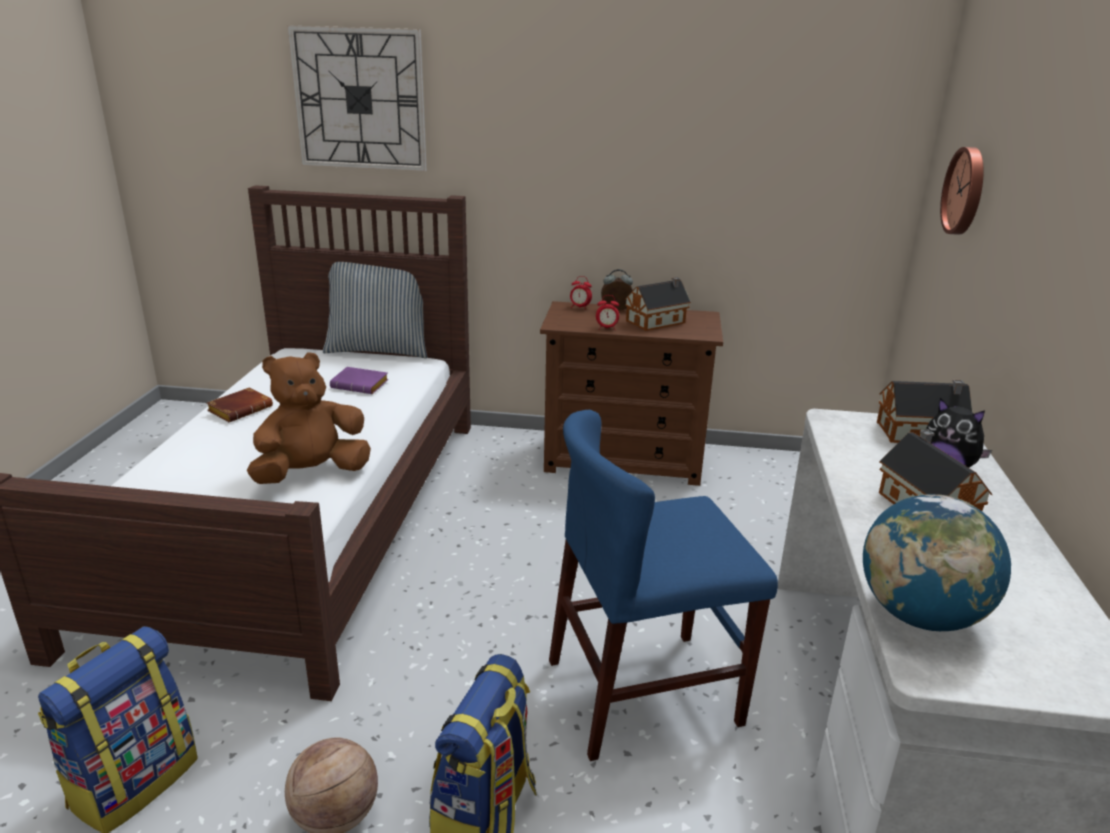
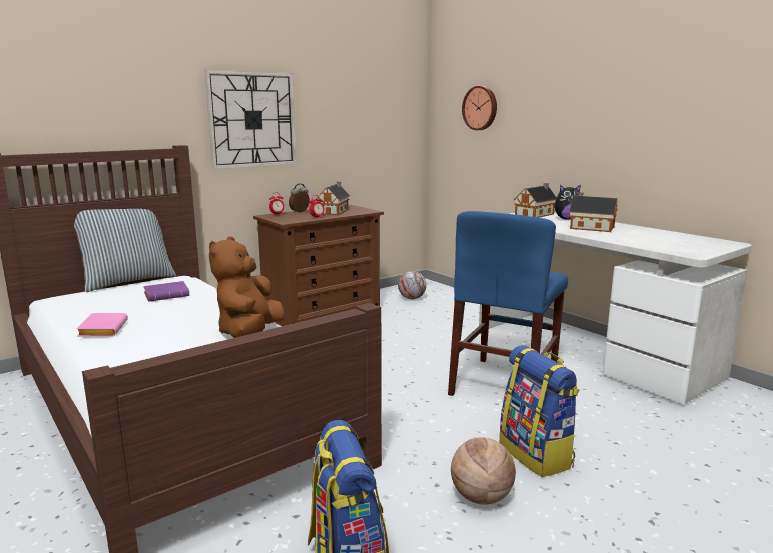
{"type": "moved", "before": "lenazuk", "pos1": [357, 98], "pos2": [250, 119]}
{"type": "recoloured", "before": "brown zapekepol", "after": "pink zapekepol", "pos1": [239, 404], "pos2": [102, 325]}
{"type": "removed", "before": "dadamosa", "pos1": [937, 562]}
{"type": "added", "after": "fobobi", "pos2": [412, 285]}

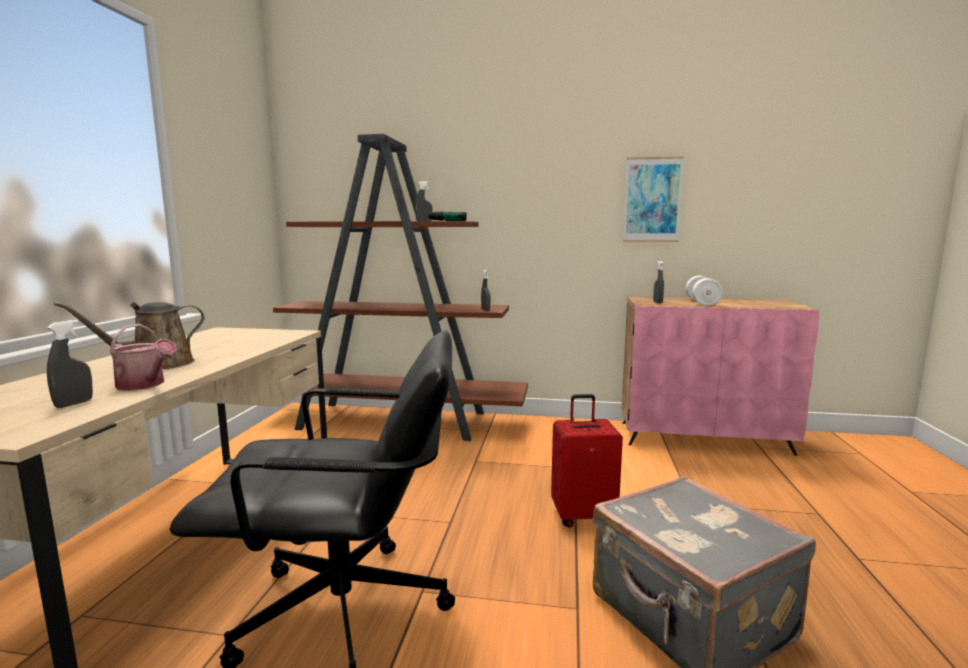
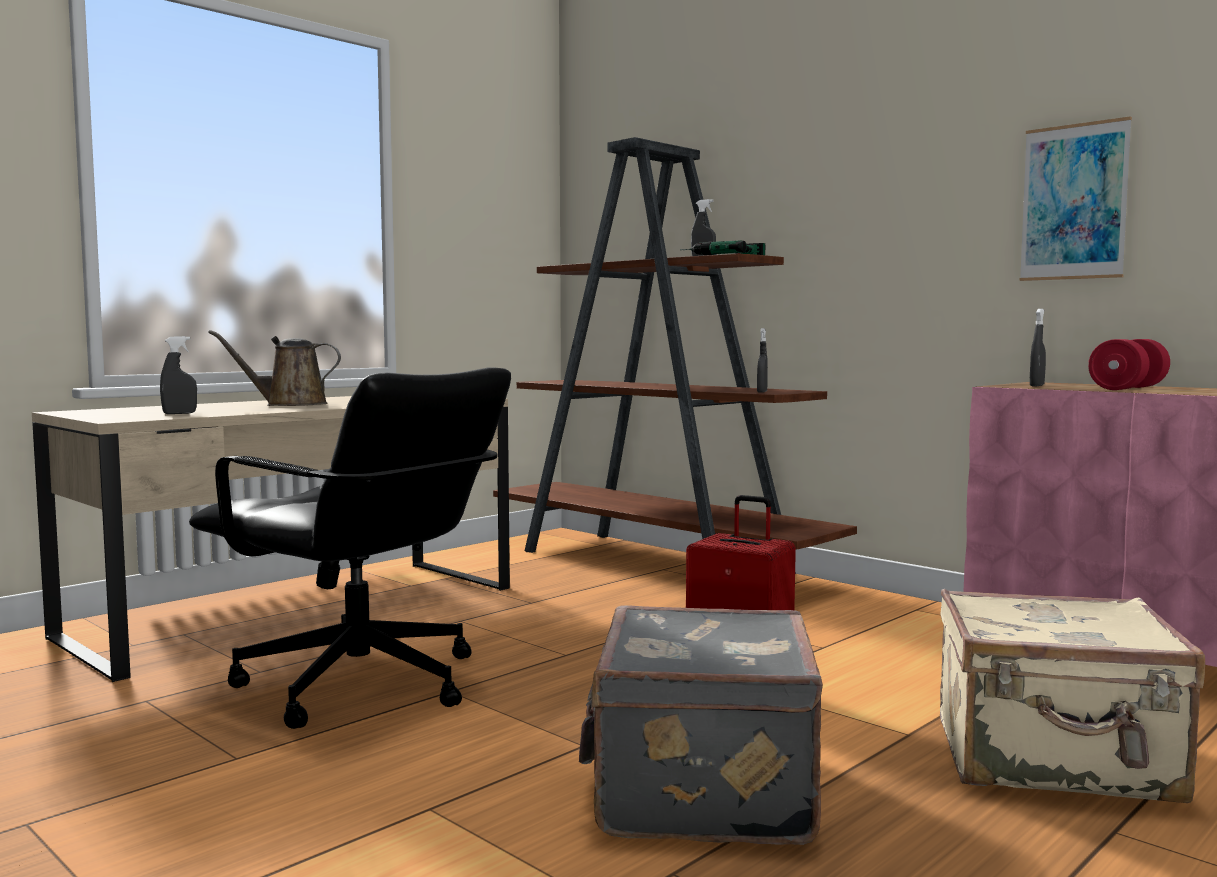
{"type": "recoloured", "before": "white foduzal", "after": "red foduzal", "pos1": [704, 291], "pos2": [1129, 364]}
{"type": "removed", "before": "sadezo", "pos1": [143, 357]}
{"type": "added", "after": "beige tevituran", "pos2": [1072, 696]}

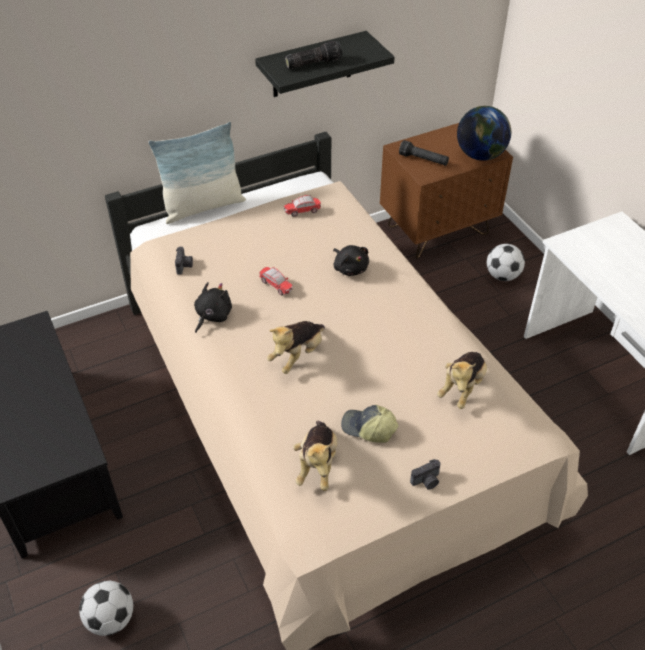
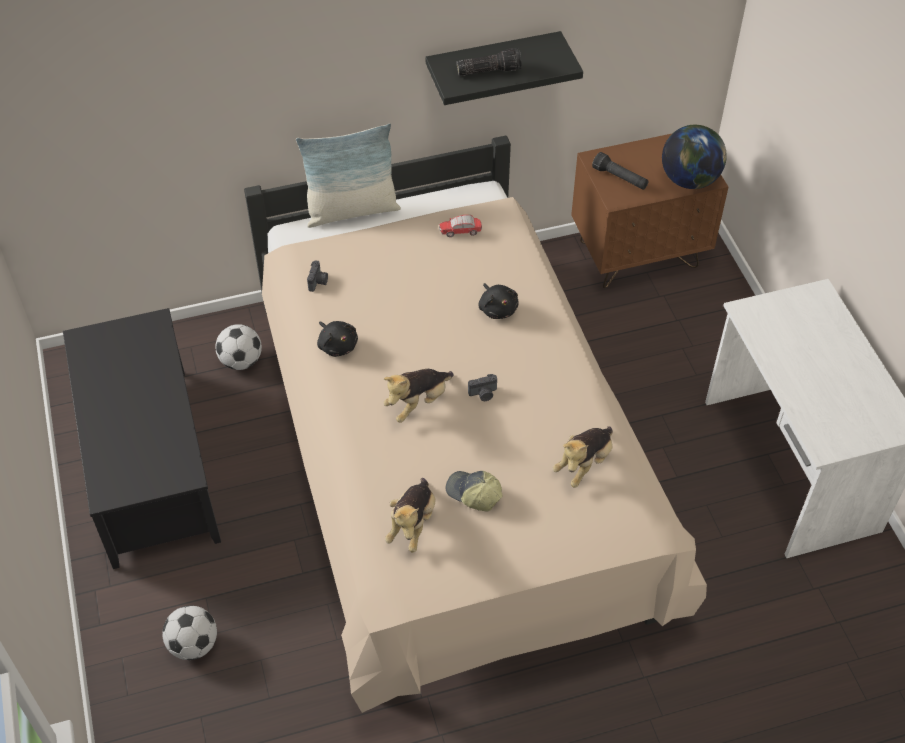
{"type": "moved", "before": "fobobi", "pos1": [506, 262], "pos2": [238, 347]}
{"type": "removed", "before": "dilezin", "pos1": [276, 281]}
{"type": "turned", "before": "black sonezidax", "pos1": [213, 307], "pos2": [337, 339], "turn": 105}
{"type": "moved", "before": "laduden", "pos1": [425, 474], "pos2": [482, 387]}

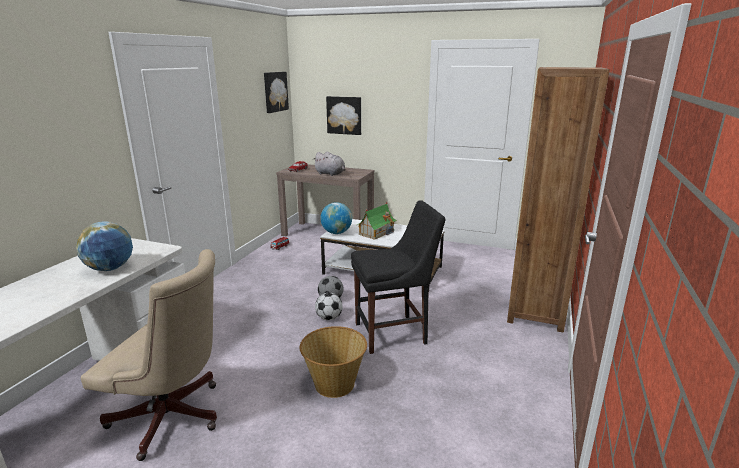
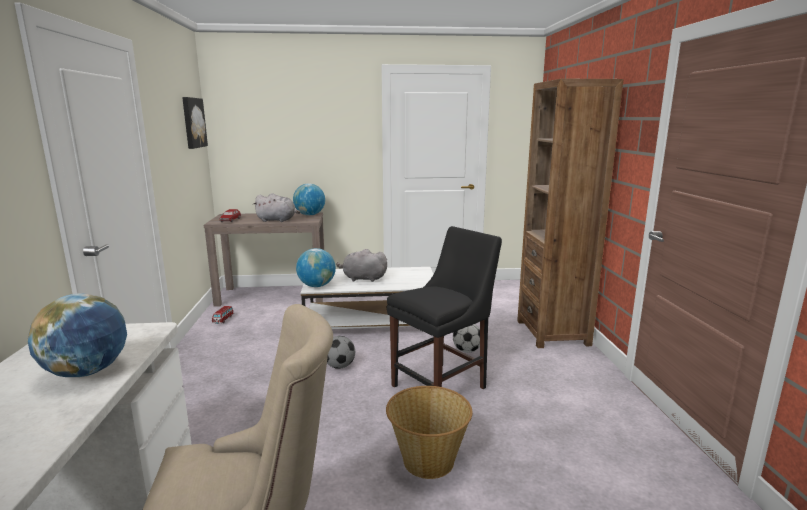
{"type": "removed", "before": "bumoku", "pos1": [343, 115]}
{"type": "replaced", "before": "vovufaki", "after": "grey sonezidax", "pos1": [377, 221], "pos2": [361, 265]}
{"type": "moved", "before": "fobobi", "pos1": [329, 306], "pos2": [466, 338]}
{"type": "added", "after": "dadamosa", "pos2": [309, 199]}

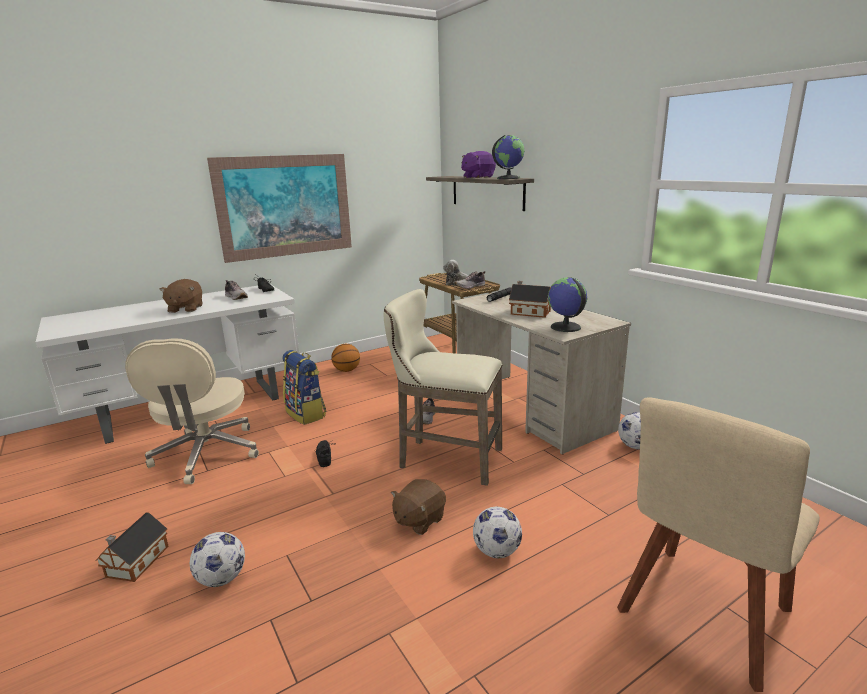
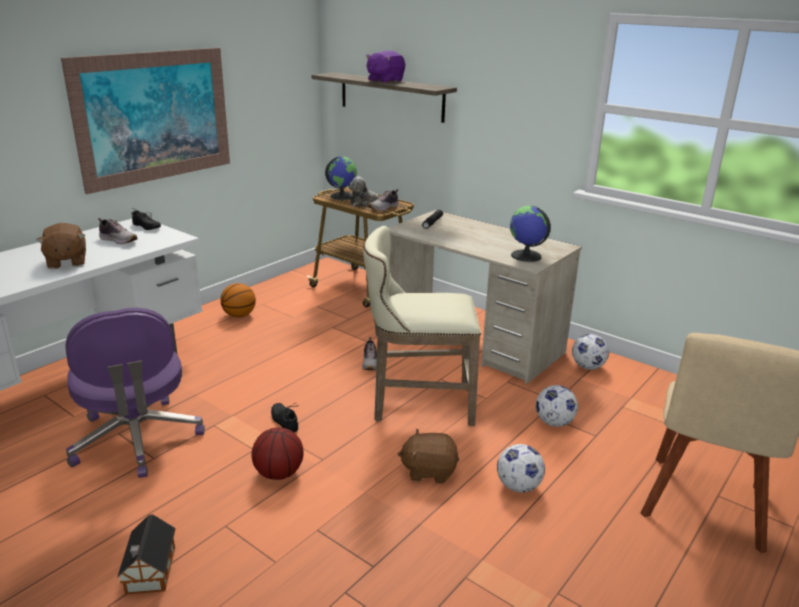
{"type": "moved", "before": "dadamosa", "pos1": [508, 157], "pos2": [341, 178]}
{"type": "removed", "before": "vovufaki", "pos1": [530, 299]}
{"type": "recoloured", "before": "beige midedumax", "after": "purple midedumax", "pos1": [192, 411], "pos2": [135, 393]}
{"type": "removed", "before": "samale", "pos1": [304, 387]}
{"type": "turned", "before": "brown sonezidax", "pos1": [418, 507], "pos2": [428, 456], "turn": 75}
{"type": "moved", "before": "fobobi", "pos1": [217, 559], "pos2": [557, 406]}
{"type": "added", "after": "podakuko", "pos2": [278, 453]}

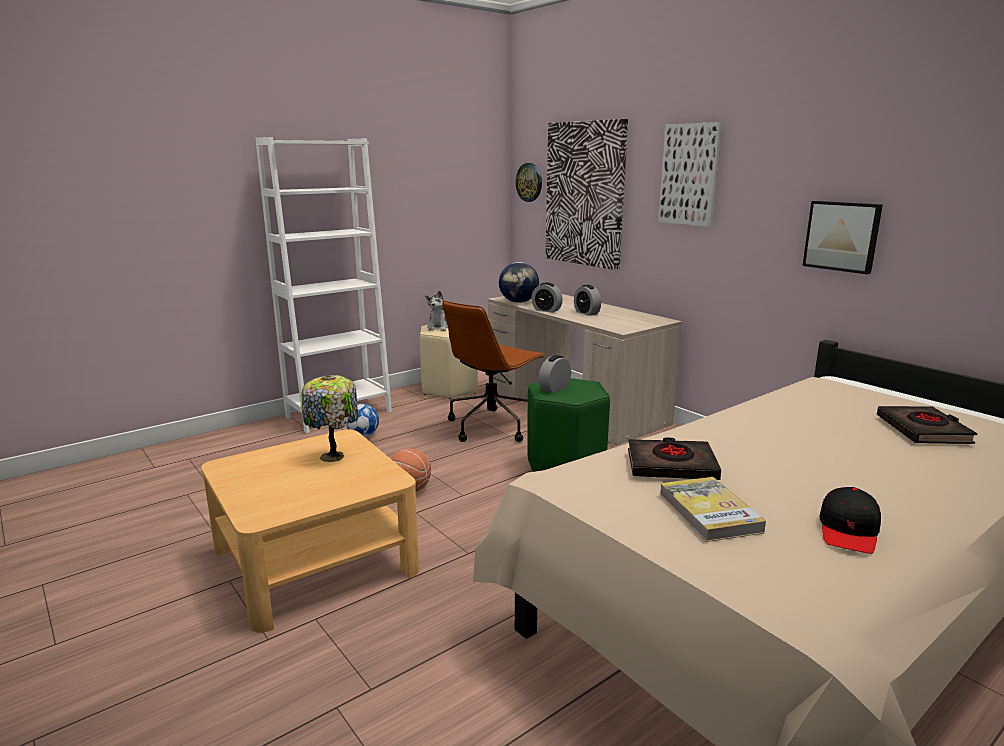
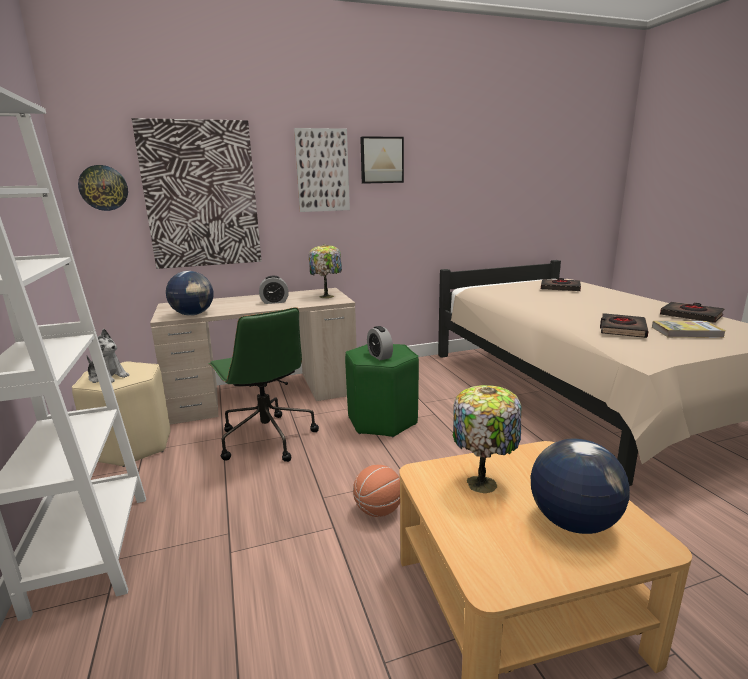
{"type": "moved", "before": "bumoku", "pos1": [842, 237], "pos2": [382, 160]}
{"type": "removed", "before": "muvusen", "pos1": [547, 297]}
{"type": "recoloured", "before": "brown midedumax", "after": "green midedumax", "pos1": [494, 371], "pos2": [264, 384]}
{"type": "removed", "before": "fobobi", "pos1": [362, 420]}
{"type": "replaced", "before": "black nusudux", "after": "black zapekepol", "pos1": [850, 520], "pos2": [692, 312]}
{"type": "added", "after": "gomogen", "pos2": [325, 271]}
{"type": "added", "after": "dadamosa", "pos2": [580, 486]}

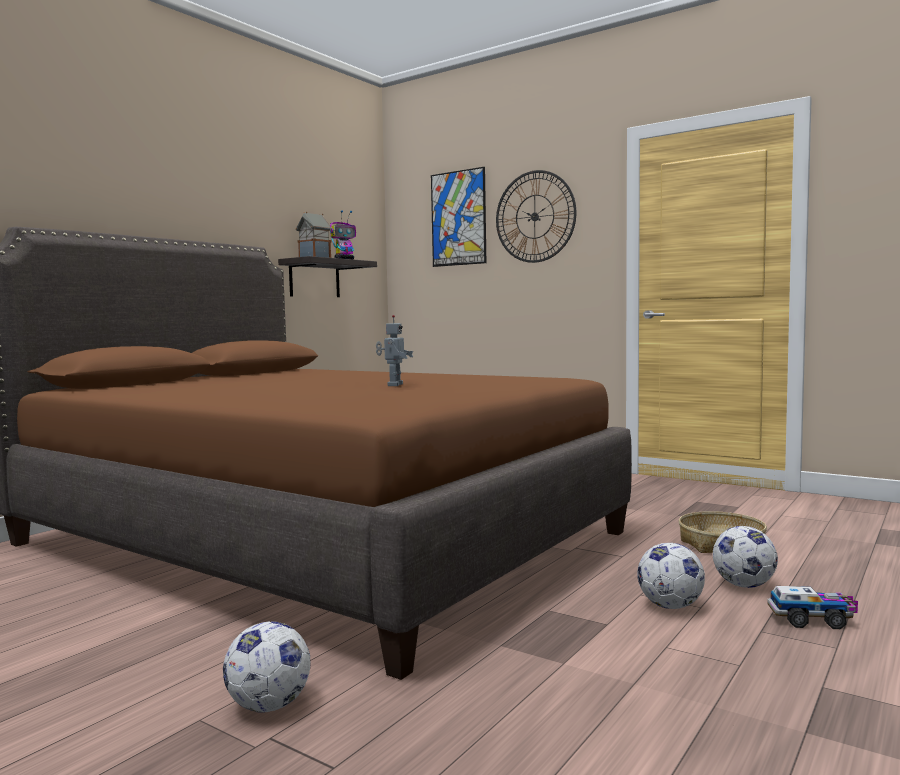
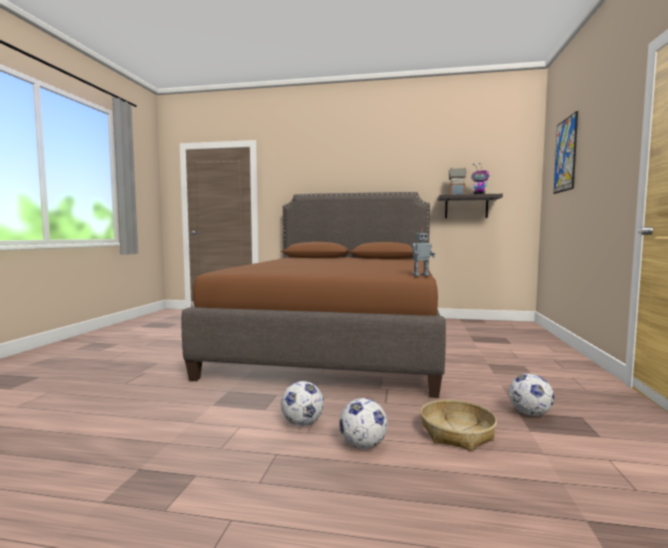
{"type": "removed", "before": "lenazuk", "pos1": [536, 216]}
{"type": "moved", "before": "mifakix", "pos1": [395, 350], "pos2": [423, 251]}
{"type": "removed", "before": "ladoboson", "pos1": [812, 607]}
{"type": "moved", "before": "fobobi", "pos1": [266, 666], "pos2": [531, 395]}

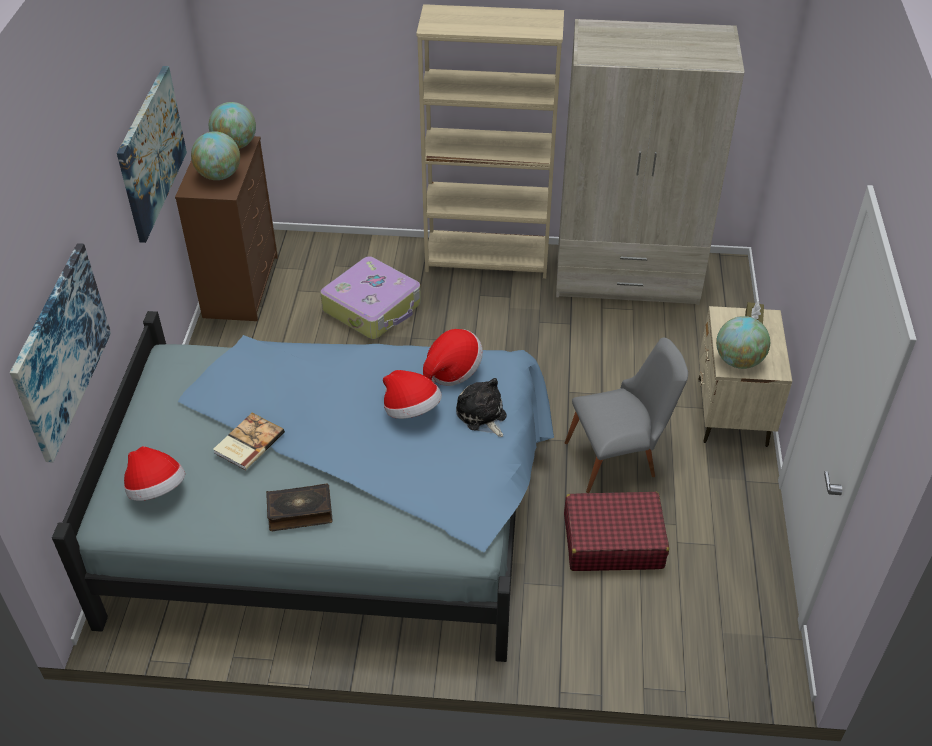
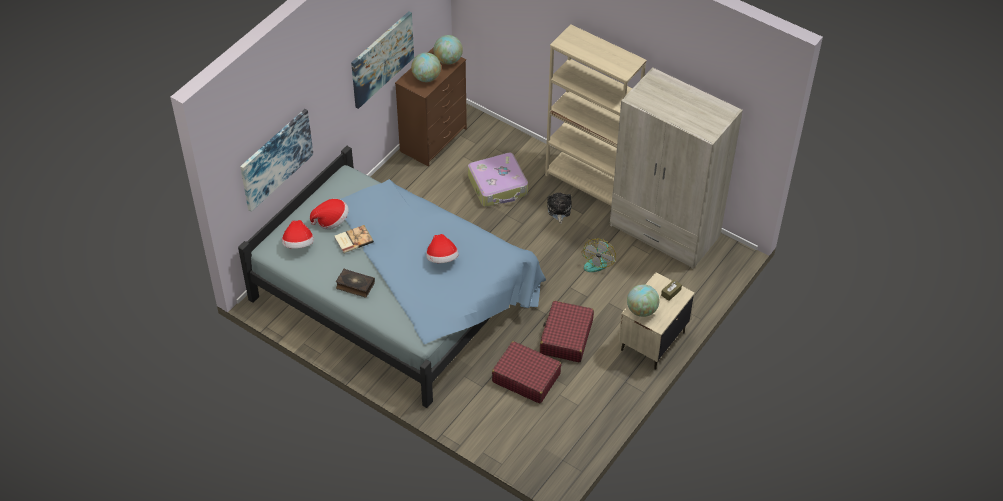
{"type": "moved", "before": "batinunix", "pos1": [453, 357], "pos2": [329, 214]}
{"type": "replaced", "before": "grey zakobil", "after": "red tevituran", "pos1": [626, 415], "pos2": [567, 331]}
{"type": "moved", "before": "sonezidax", "pos1": [481, 407], "pos2": [559, 208]}
{"type": "added", "after": "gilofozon", "pos2": [598, 255]}

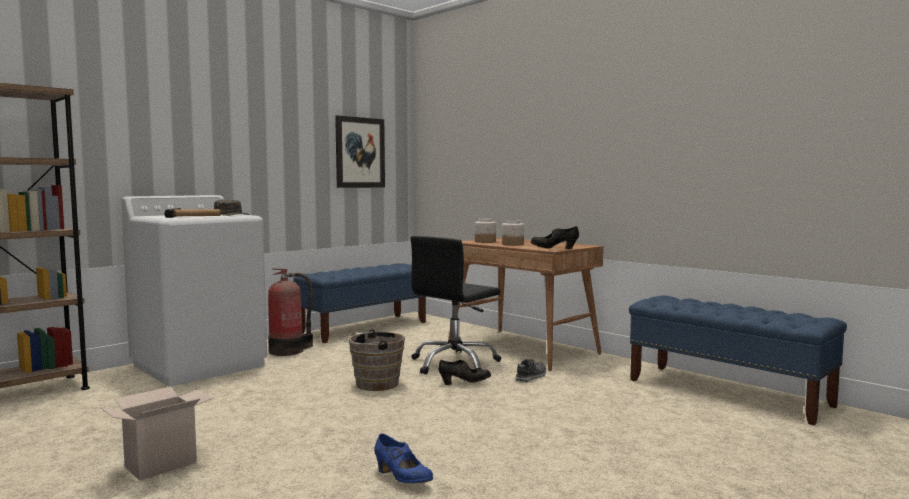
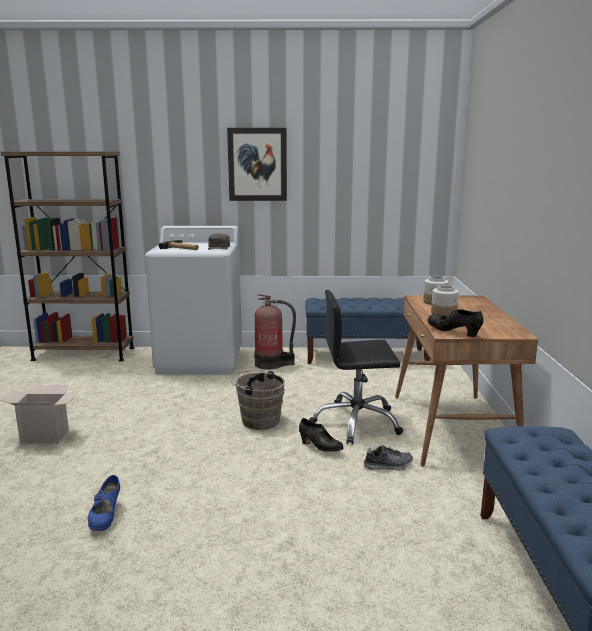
{"type": "moved", "before": "bumoku", "pos1": [360, 151], "pos2": [257, 164]}

